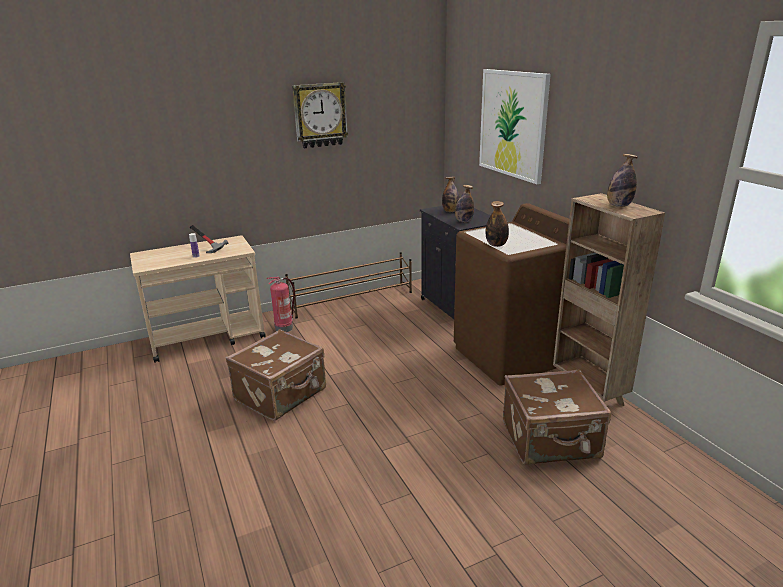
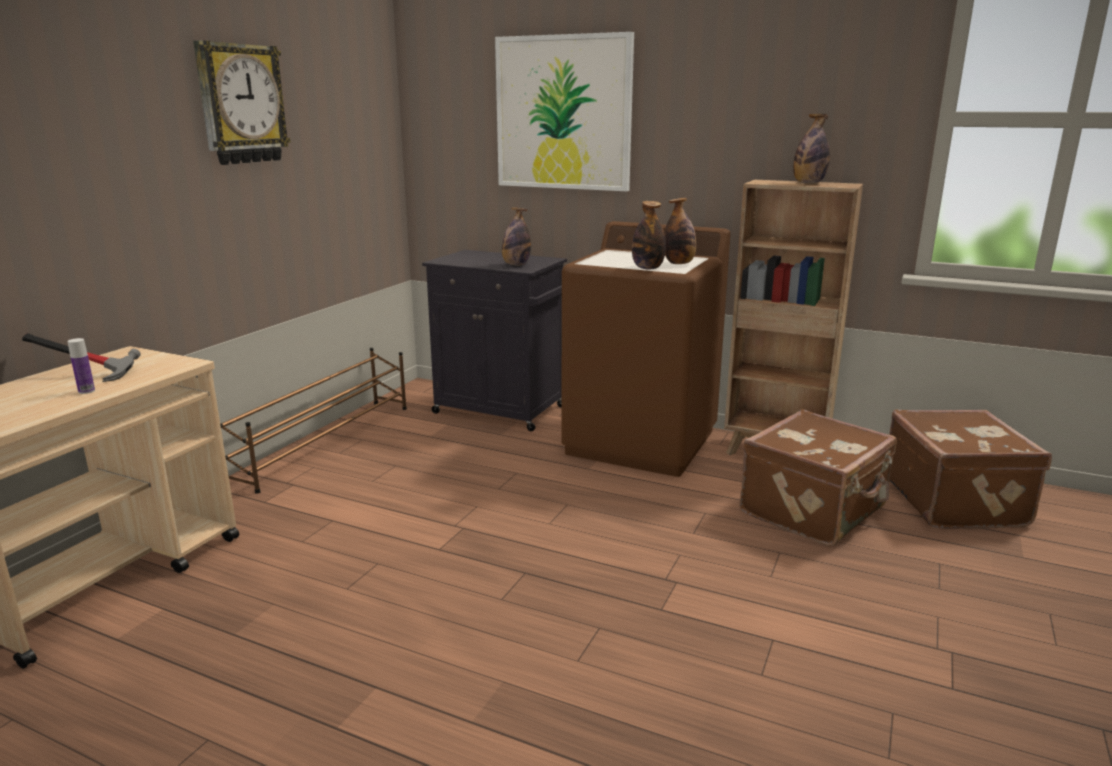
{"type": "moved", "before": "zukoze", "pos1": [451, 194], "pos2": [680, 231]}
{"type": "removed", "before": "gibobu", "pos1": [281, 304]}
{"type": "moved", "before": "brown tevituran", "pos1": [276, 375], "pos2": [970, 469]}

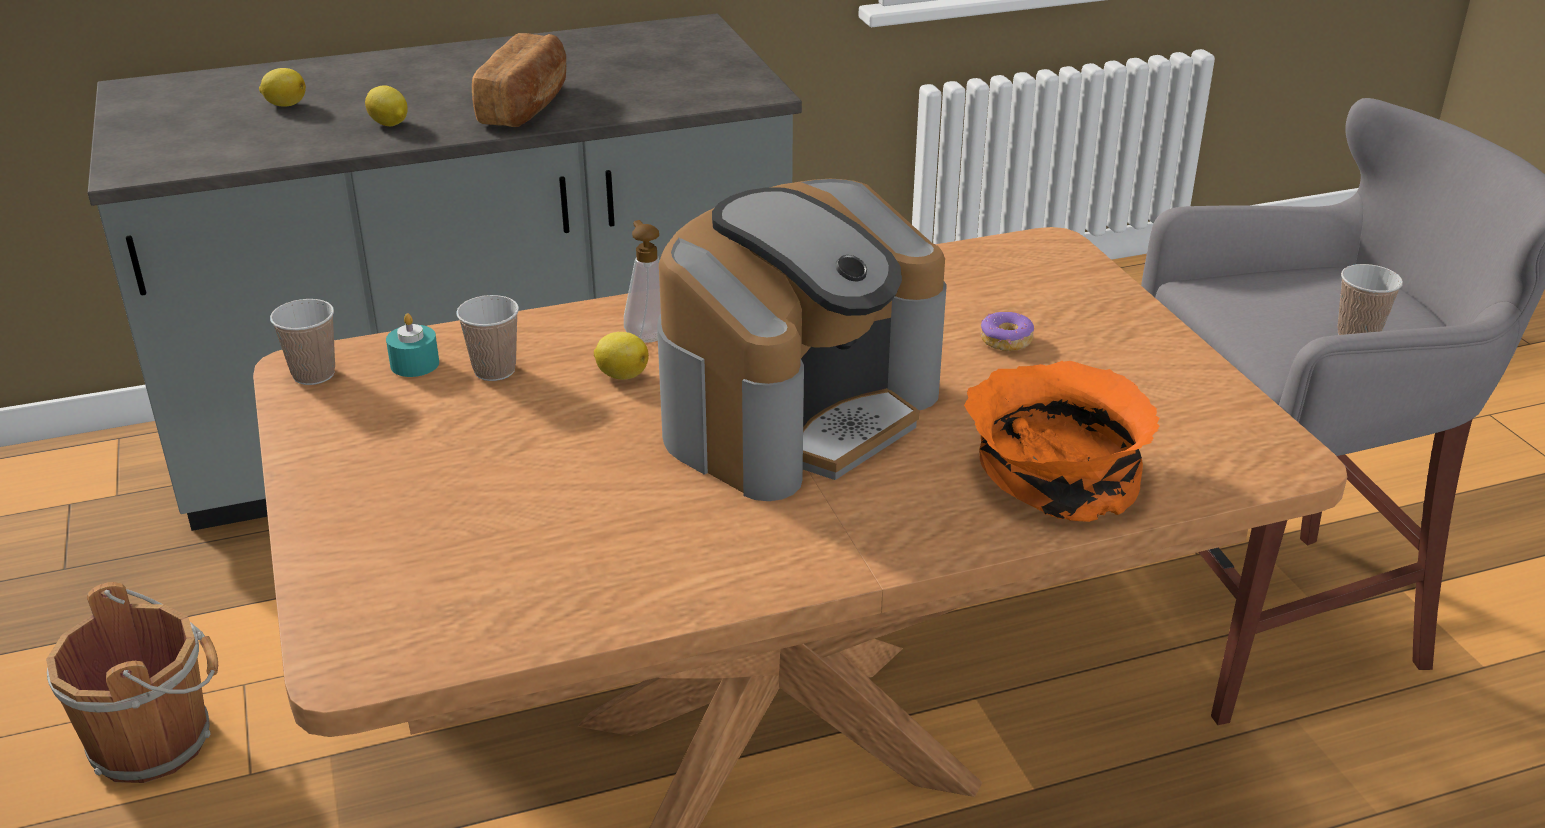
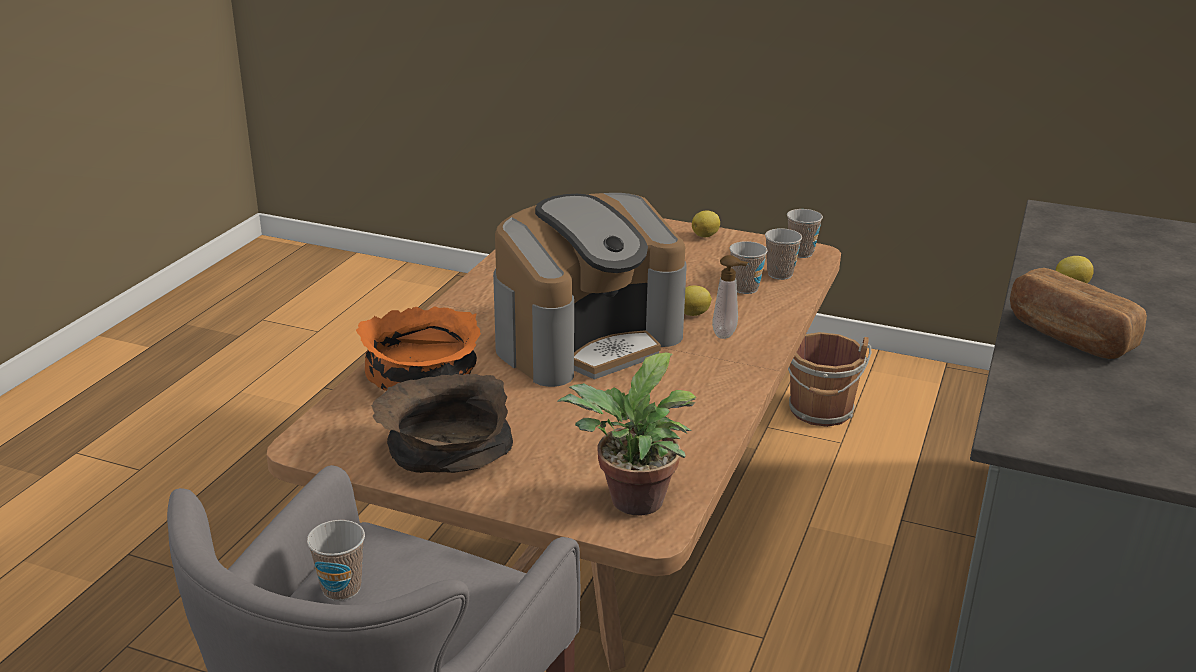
{"type": "moved", "before": "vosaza", "pos1": [282, 87], "pos2": [706, 224]}
{"type": "turned", "before": "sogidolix", "pos1": [802, 340], "pos2": [590, 290], "turn": -120}
{"type": "removed", "before": "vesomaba", "pos1": [1007, 331]}
{"type": "replaced", "before": "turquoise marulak", "after": "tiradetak", "pos1": [412, 345], "pos2": [783, 254]}
{"type": "added", "after": "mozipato", "pos2": [626, 434]}
{"type": "added", "after": "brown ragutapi", "pos2": [442, 423]}

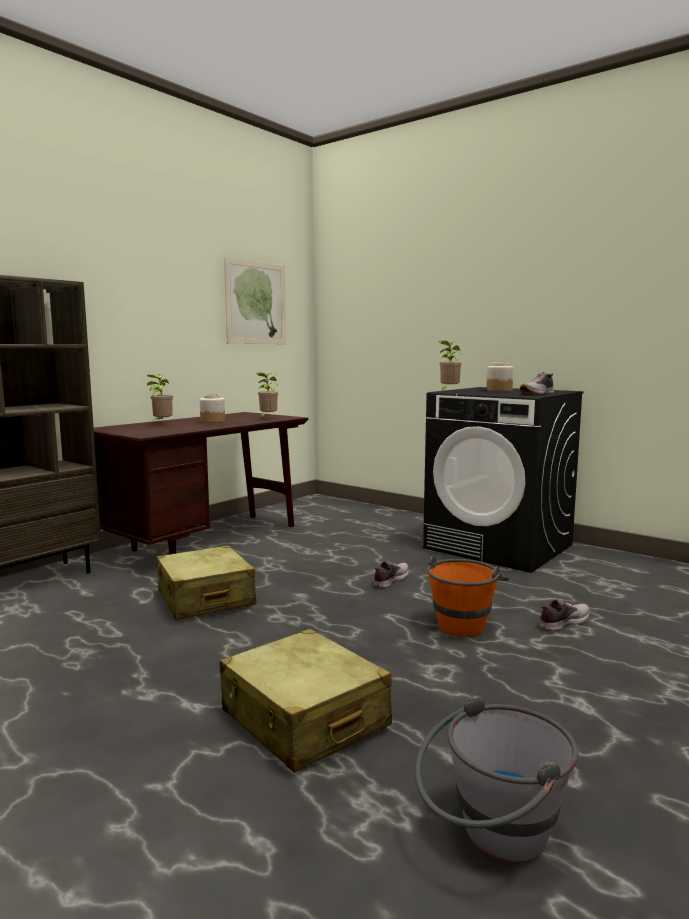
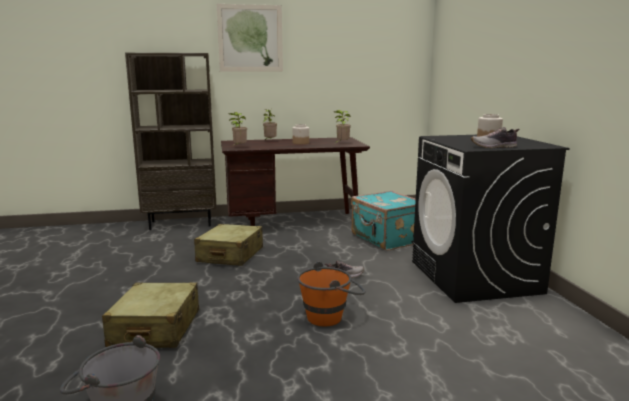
{"type": "moved", "before": "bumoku", "pos1": [255, 300], "pos2": [250, 38]}
{"type": "moved", "before": "mozipato", "pos1": [450, 365], "pos2": [237, 129]}
{"type": "removed", "before": "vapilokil", "pos1": [564, 615]}
{"type": "added", "after": "turquoise tevituran", "pos2": [383, 221]}

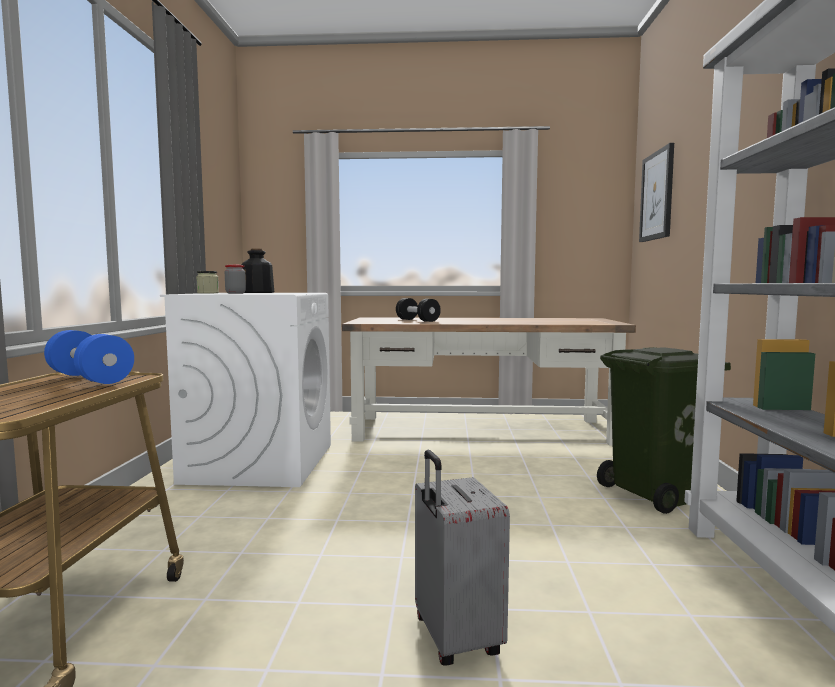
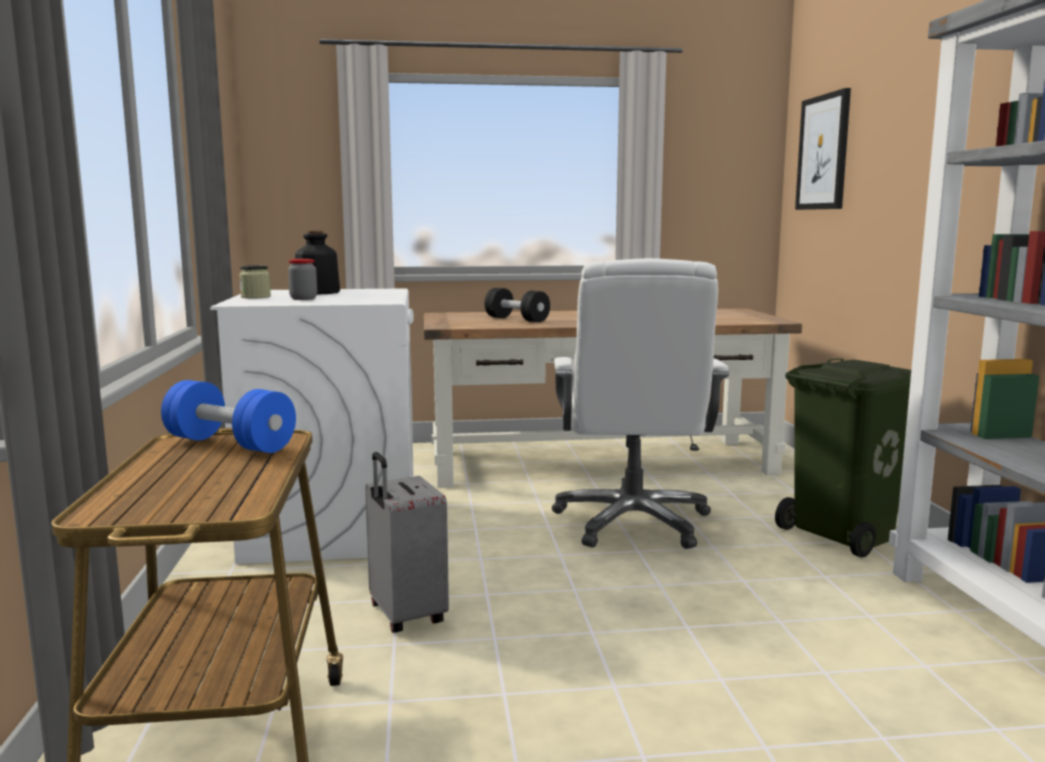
{"type": "moved", "before": "grey tevituran", "pos1": [462, 558], "pos2": [407, 542]}
{"type": "added", "after": "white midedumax", "pos2": [641, 403]}

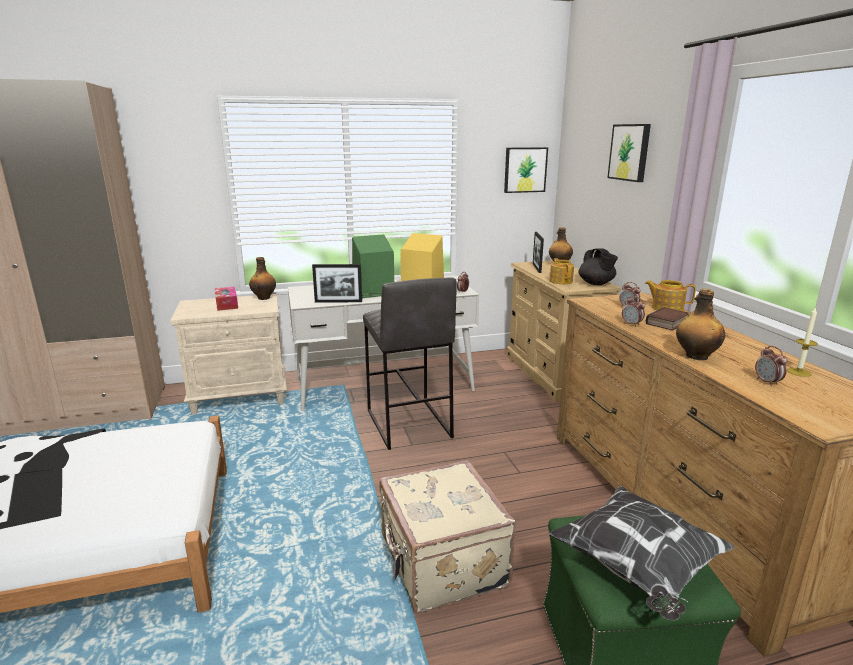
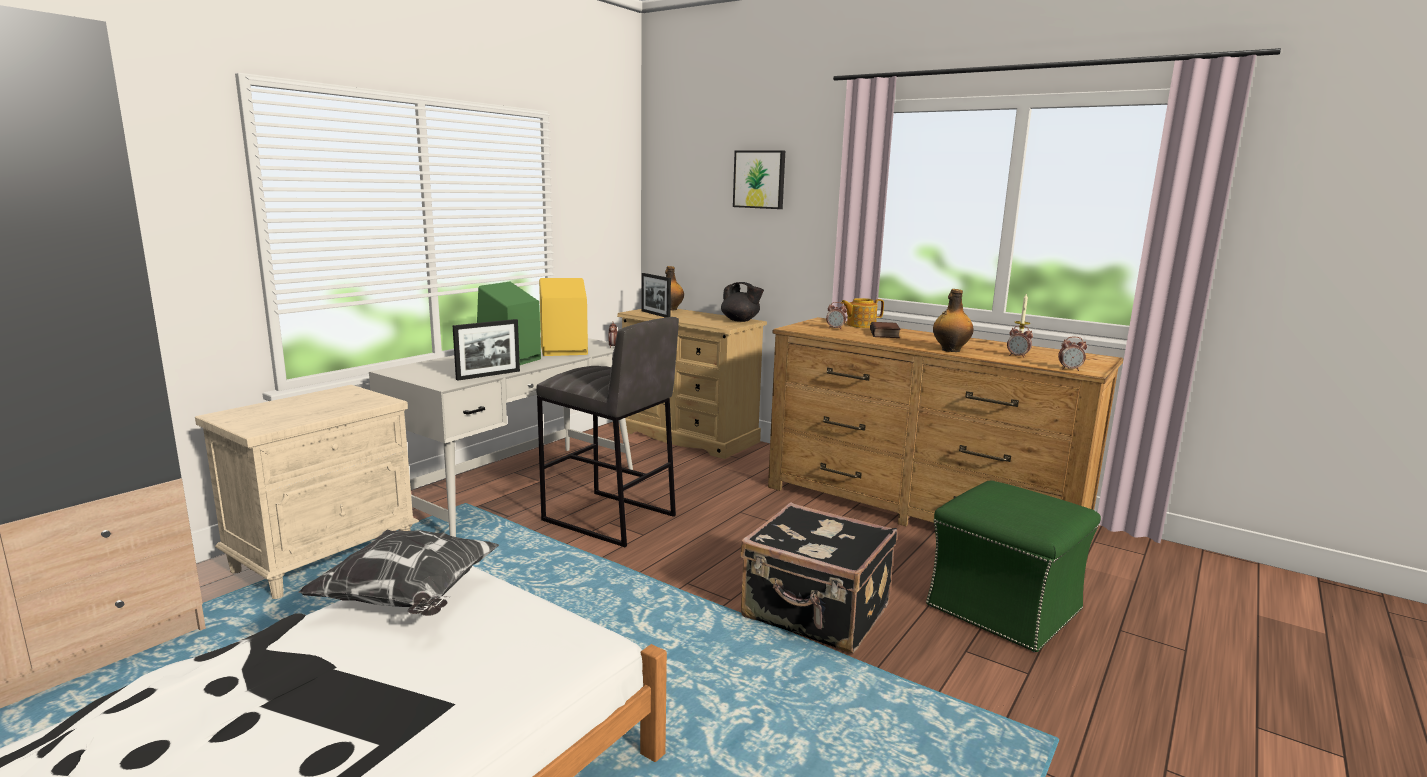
{"type": "removed", "before": "bumoku", "pos1": [526, 170]}
{"type": "removed", "before": "zukoze", "pos1": [262, 278]}
{"type": "removed", "before": "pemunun", "pos1": [562, 271]}
{"type": "removed", "before": "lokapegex", "pos1": [226, 299]}
{"type": "moved", "before": "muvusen", "pos1": [633, 311], "pos2": [1072, 353]}
{"type": "recoloured", "before": "beige tevituran", "after": "black tevituran", "pos1": [447, 536], "pos2": [818, 577]}
{"type": "moved", "before": "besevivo", "pos1": [642, 553], "pos2": [398, 572]}

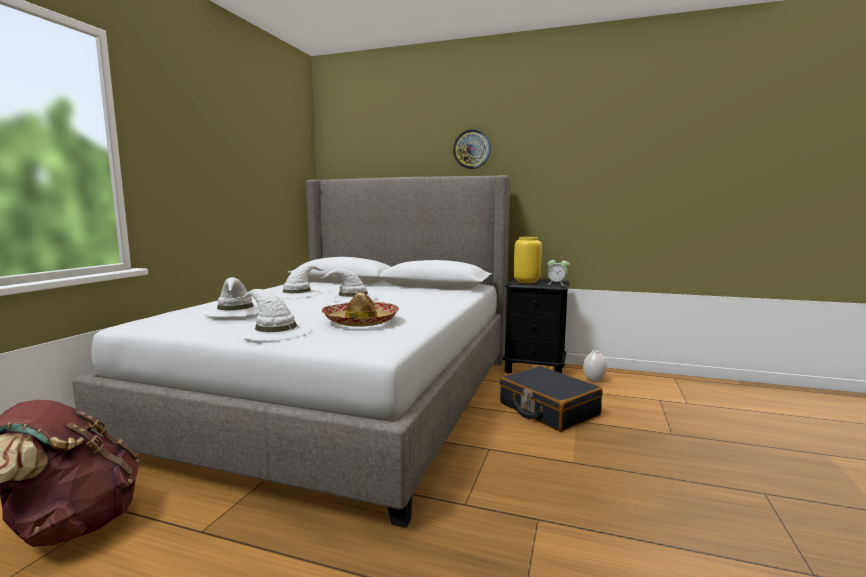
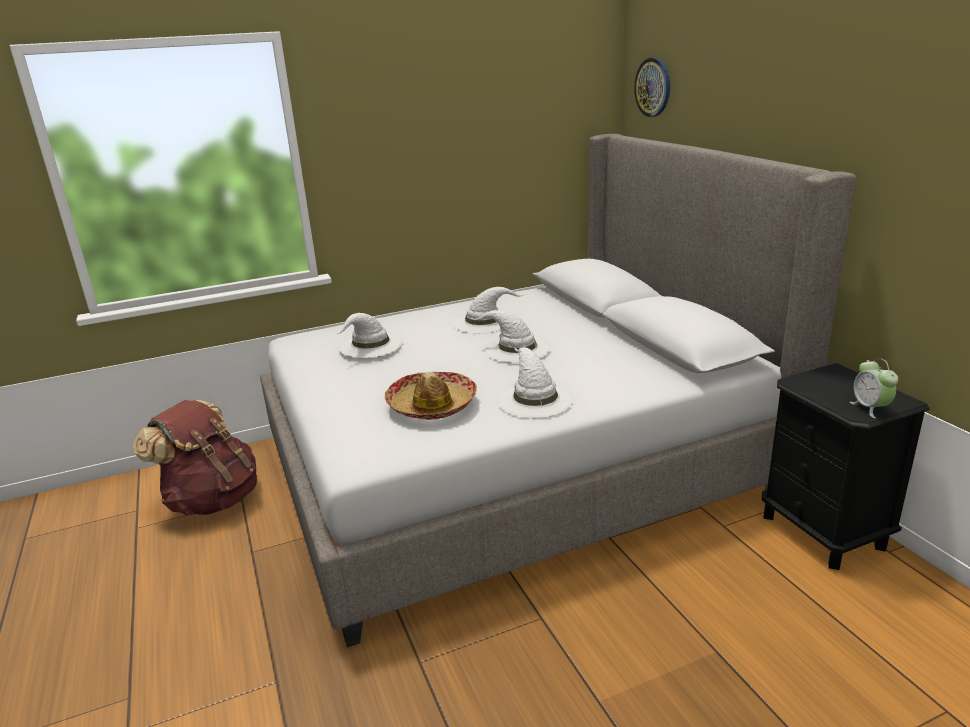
{"type": "moved", "before": "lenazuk", "pos1": [472, 149], "pos2": [652, 87]}
{"type": "removed", "before": "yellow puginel", "pos1": [528, 260]}
{"type": "moved", "before": "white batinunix", "pos1": [274, 315], "pos2": [536, 382]}
{"type": "removed", "before": "white puginel", "pos1": [595, 366]}
{"type": "removed", "before": "black tevituran", "pos1": [551, 399]}

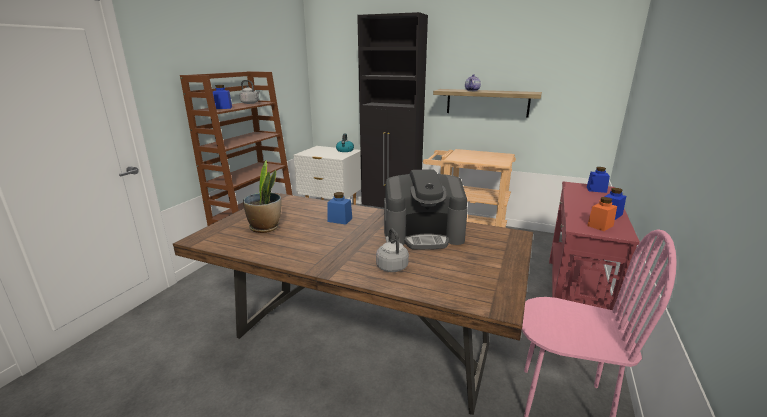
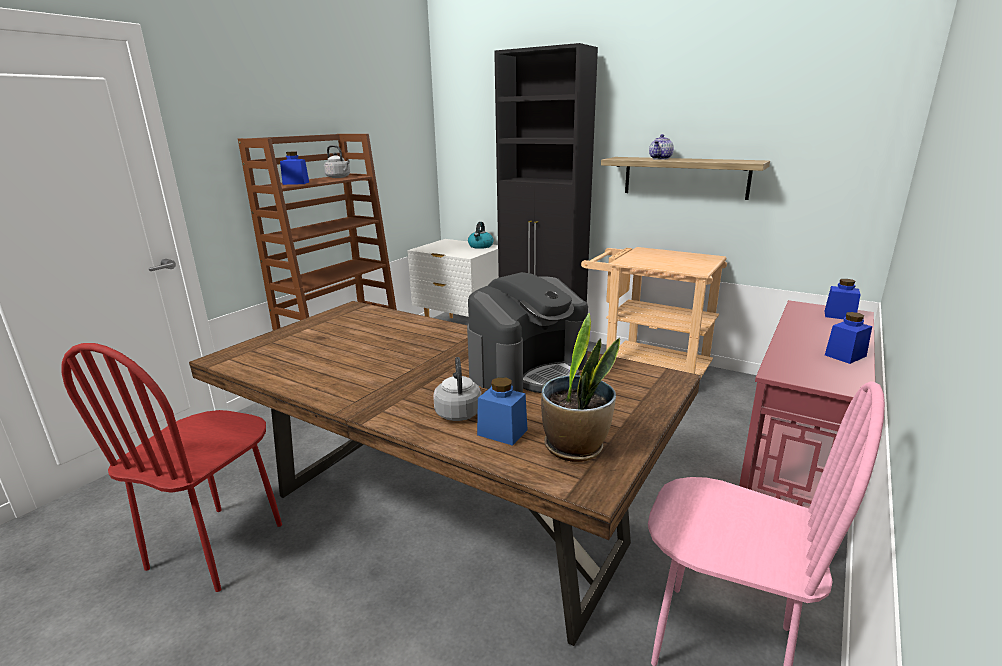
{"type": "moved", "before": "mozipato", "pos1": [262, 196], "pos2": [580, 387]}
{"type": "turned", "before": "sogidolix", "pos1": [426, 209], "pos2": [527, 332], "turn": -45}
{"type": "moved", "before": "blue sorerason", "pos1": [339, 208], "pos2": [502, 411]}
{"type": "removed", "before": "orange sorerason", "pos1": [602, 214]}
{"type": "added", "after": "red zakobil", "pos2": [171, 467]}

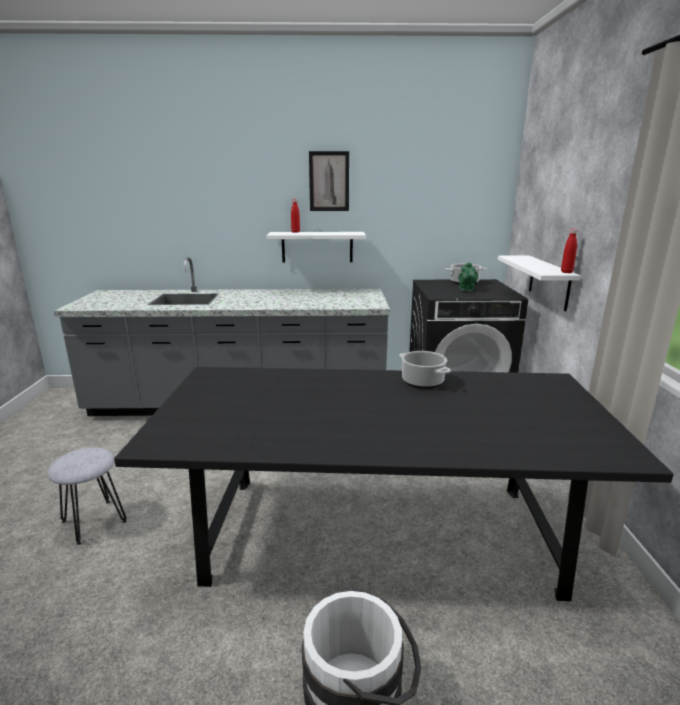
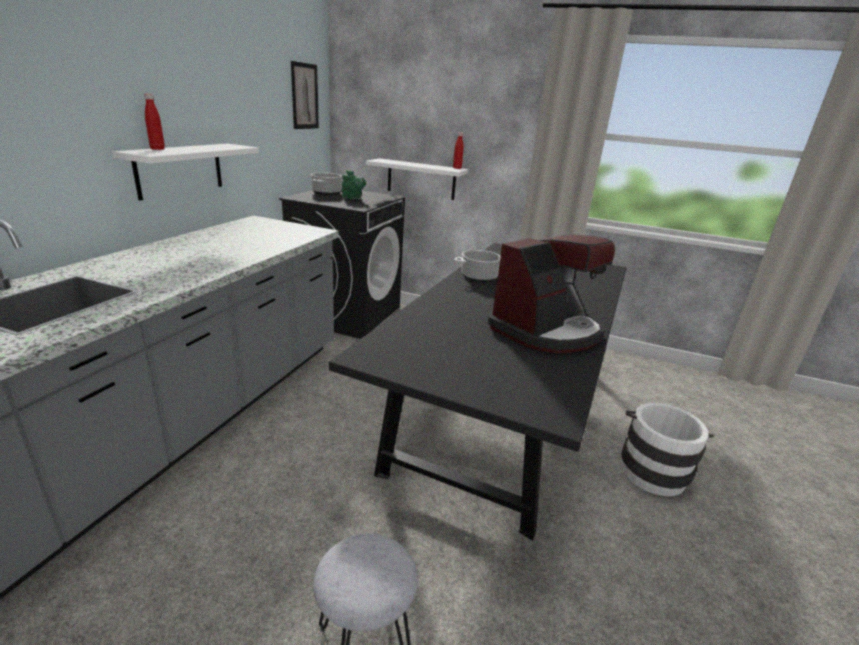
{"type": "moved", "before": "bumoku", "pos1": [329, 181], "pos2": [305, 95]}
{"type": "added", "after": "sogidolix", "pos2": [551, 293]}

